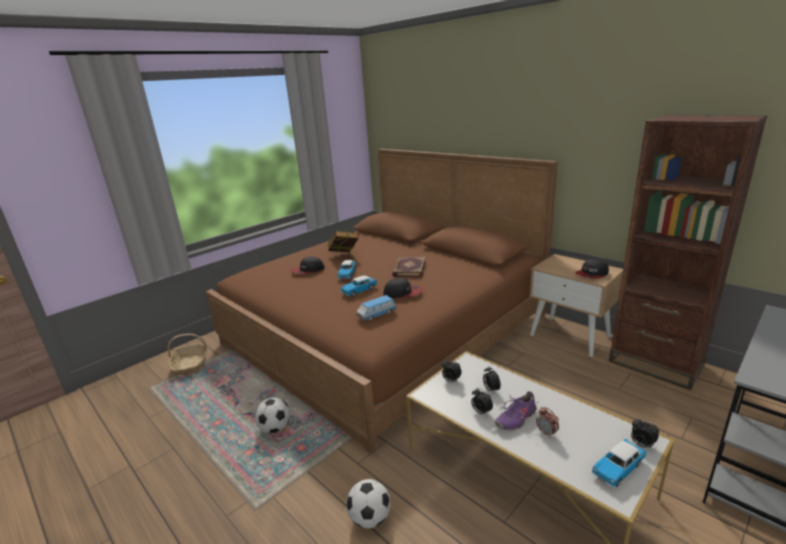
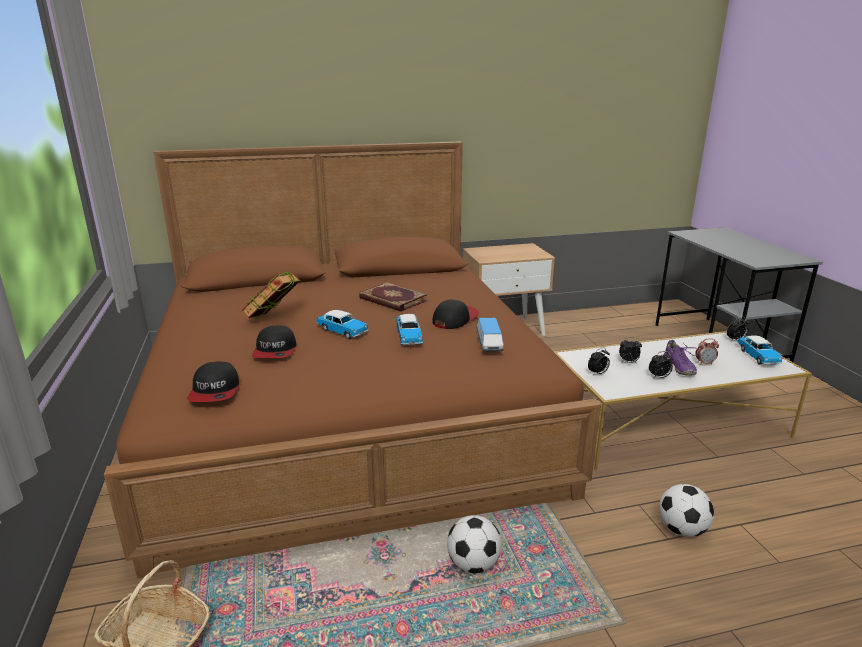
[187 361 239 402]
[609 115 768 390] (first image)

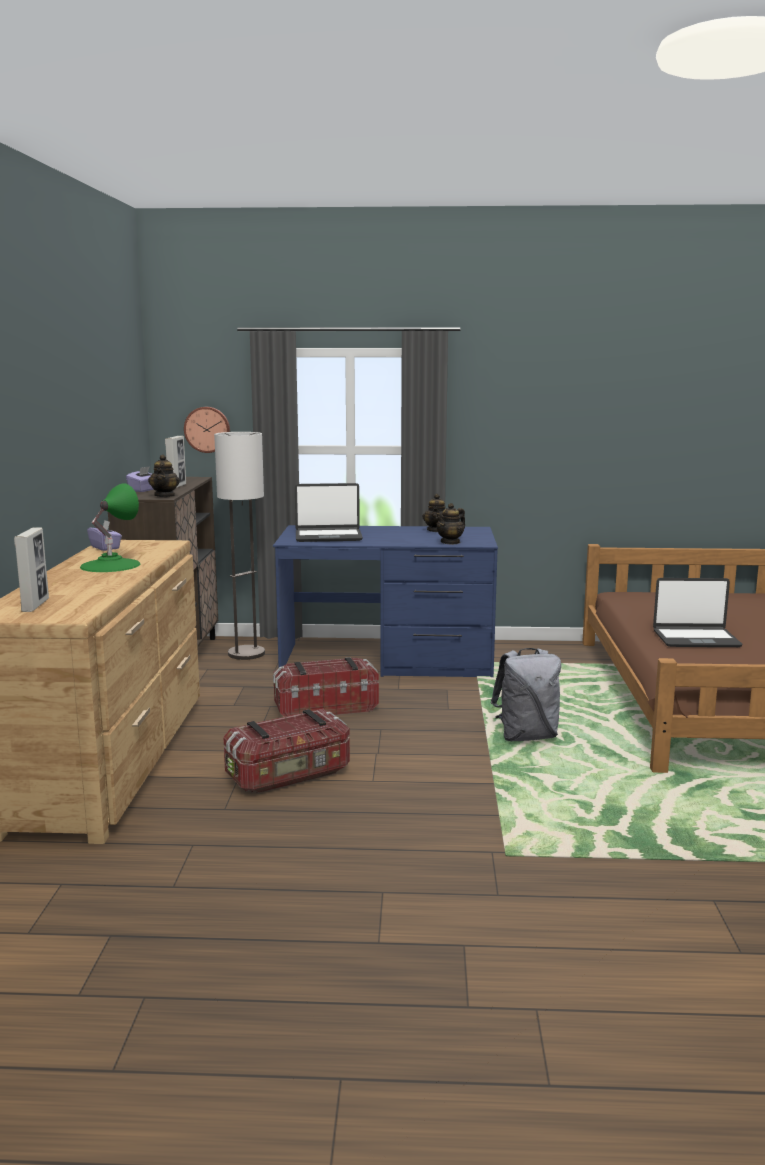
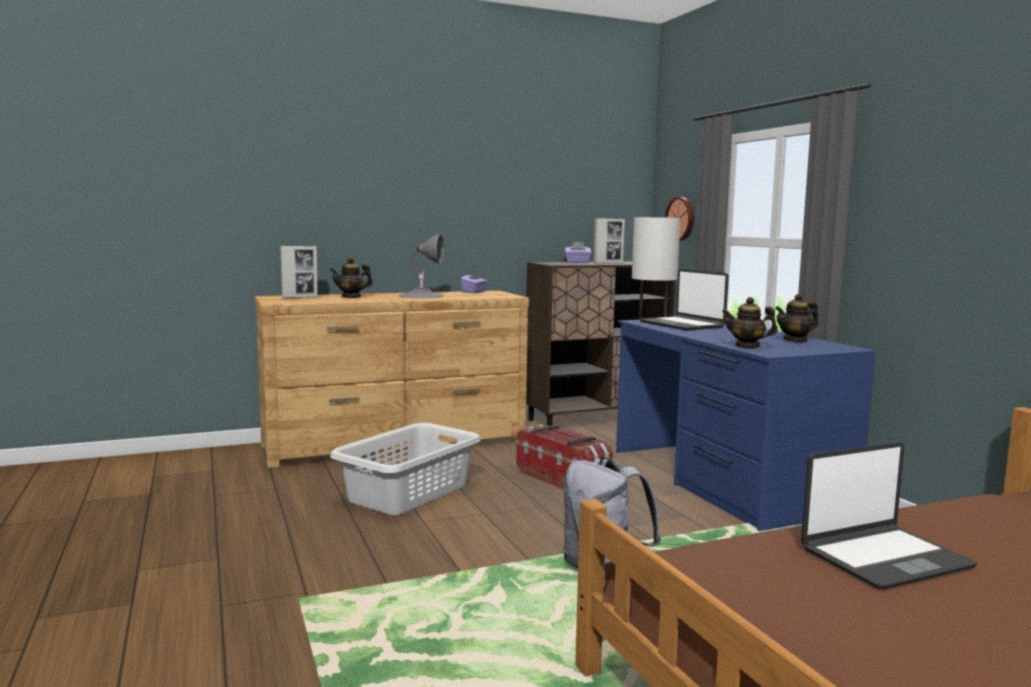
[399 234 444 298]
[330 257 373 298]
[330 423 481 515]
[801 442 977 590]

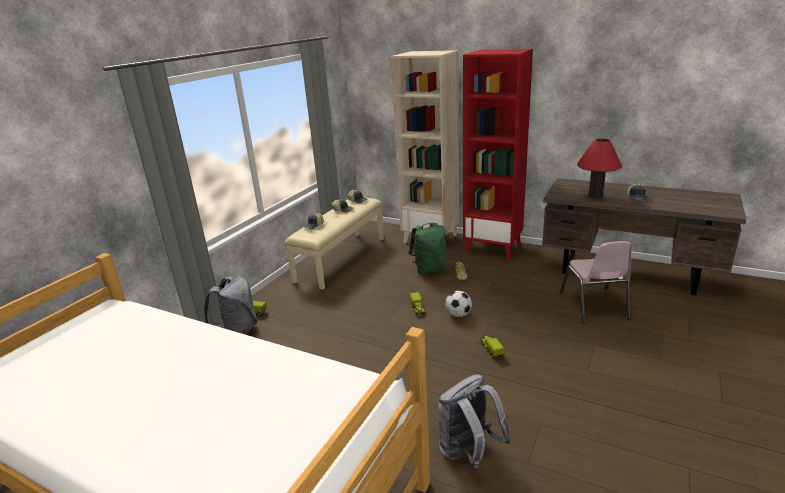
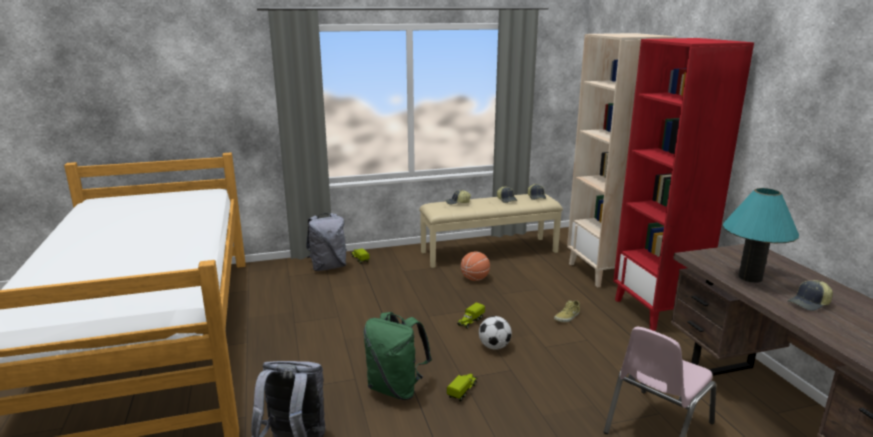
[364 312 432 400]
[723 188 799 283]
[461 251 490 281]

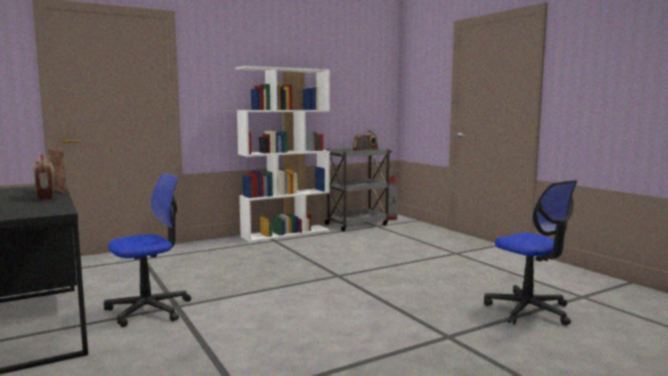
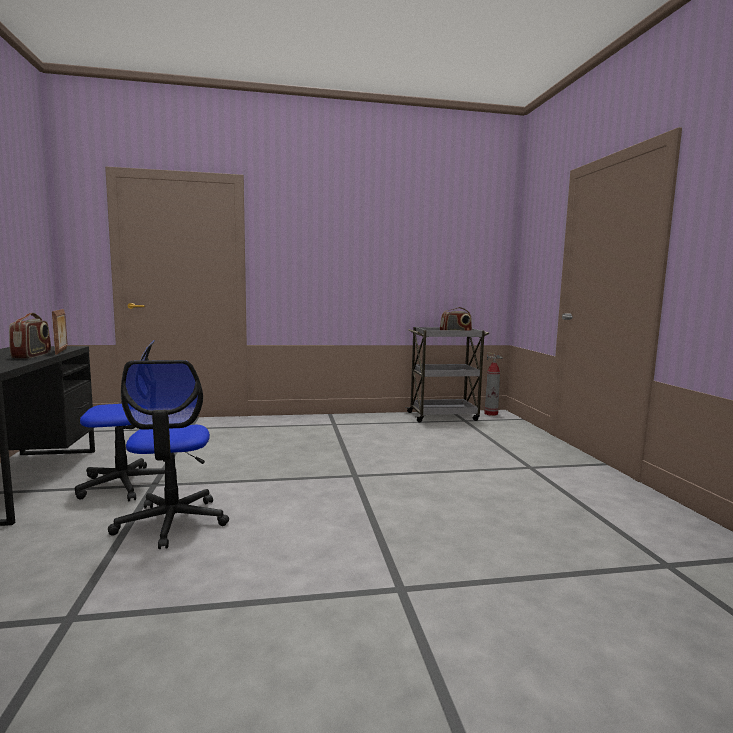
[236 66 330 242] (first image)
[108 360 229 549]

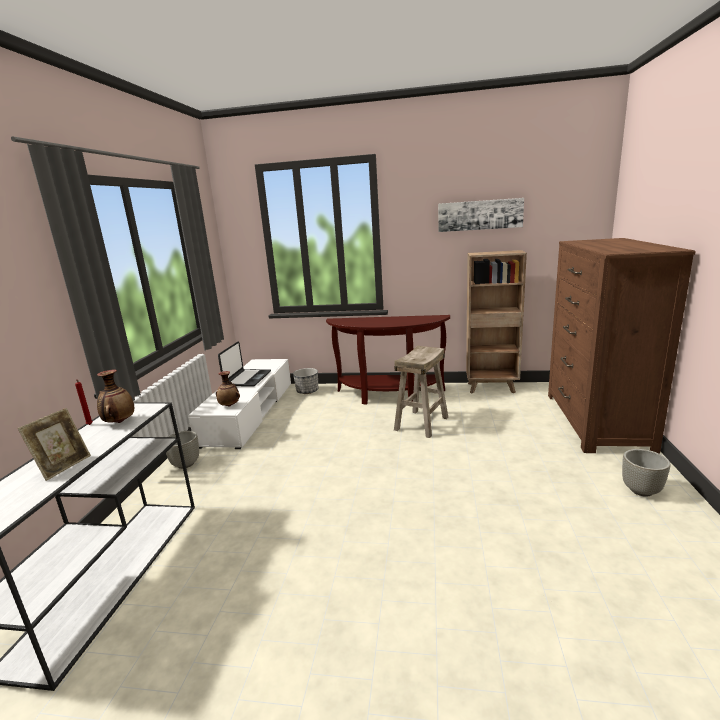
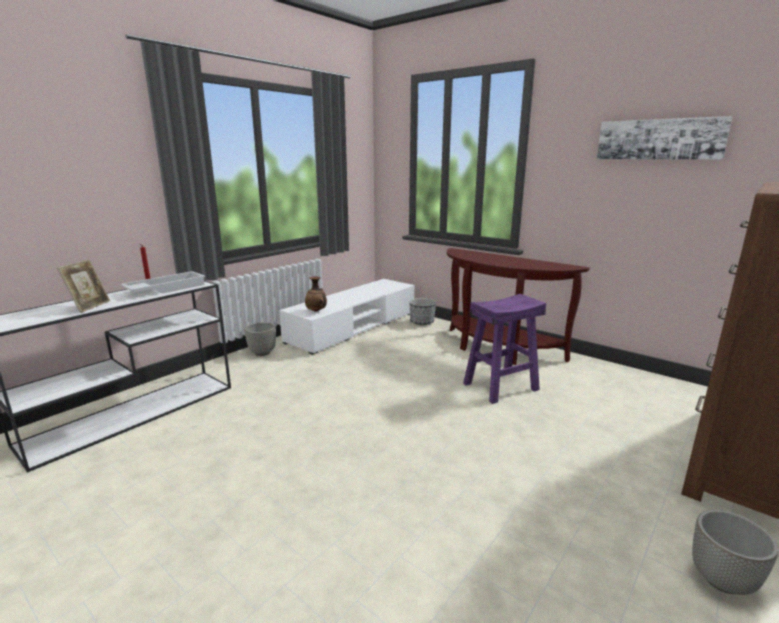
[57 259 110 313]
[121 271 206 294]
[218 341 271 387] (first image)
[463 294 546 404]
[466 250 527 393] (first image)

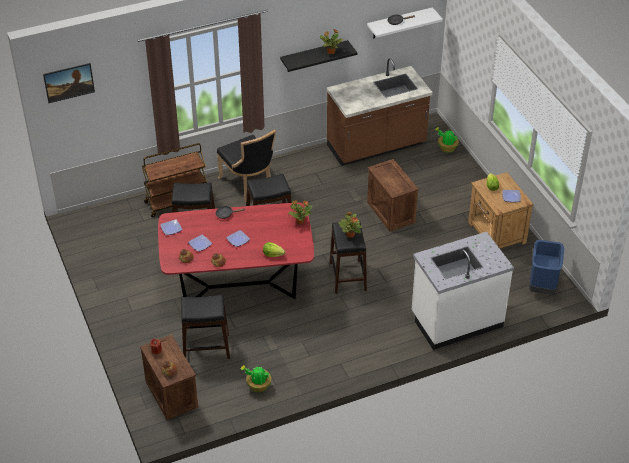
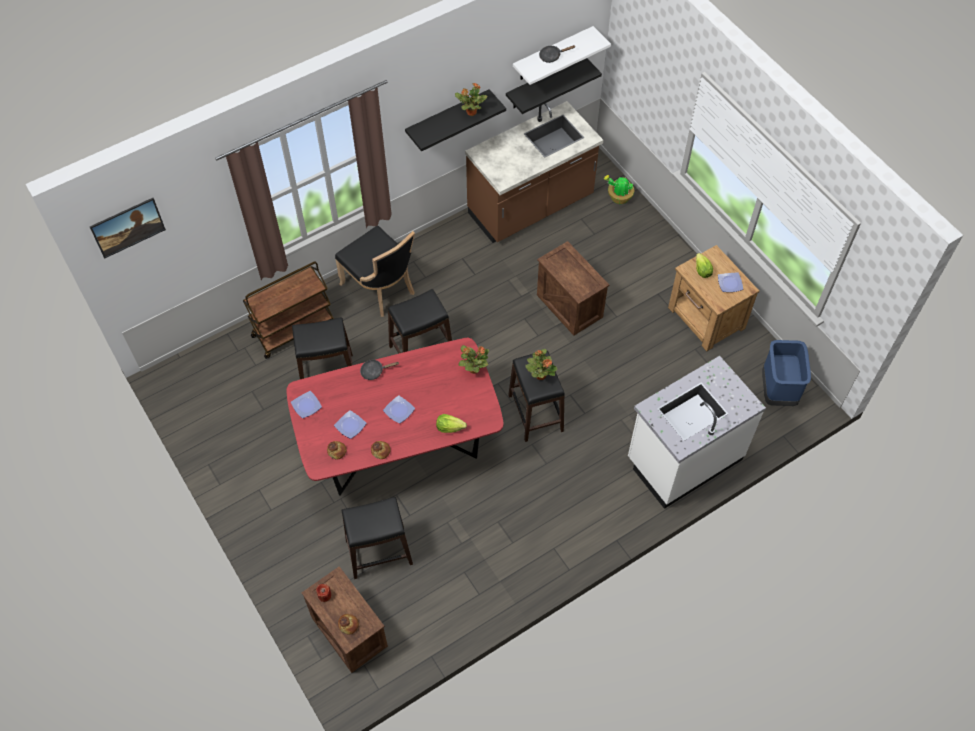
[241 365 271 392] (first image)
[506 58 602 114]

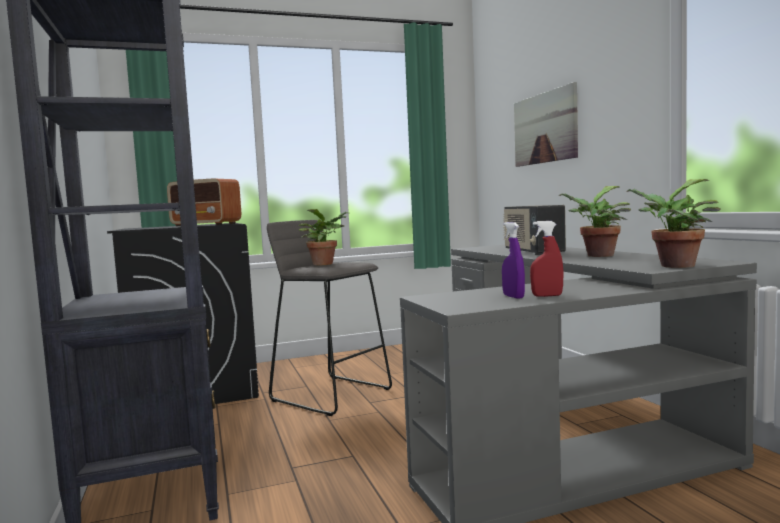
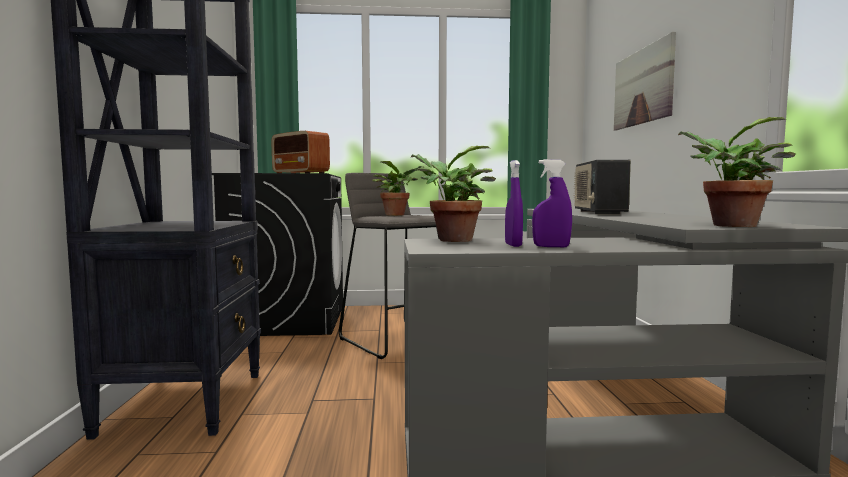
[532 159 572 247]
[411 146 496 242]

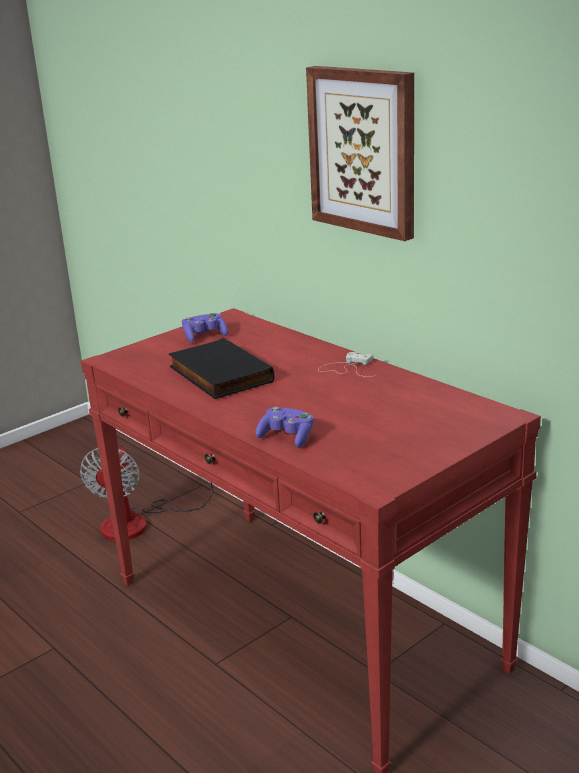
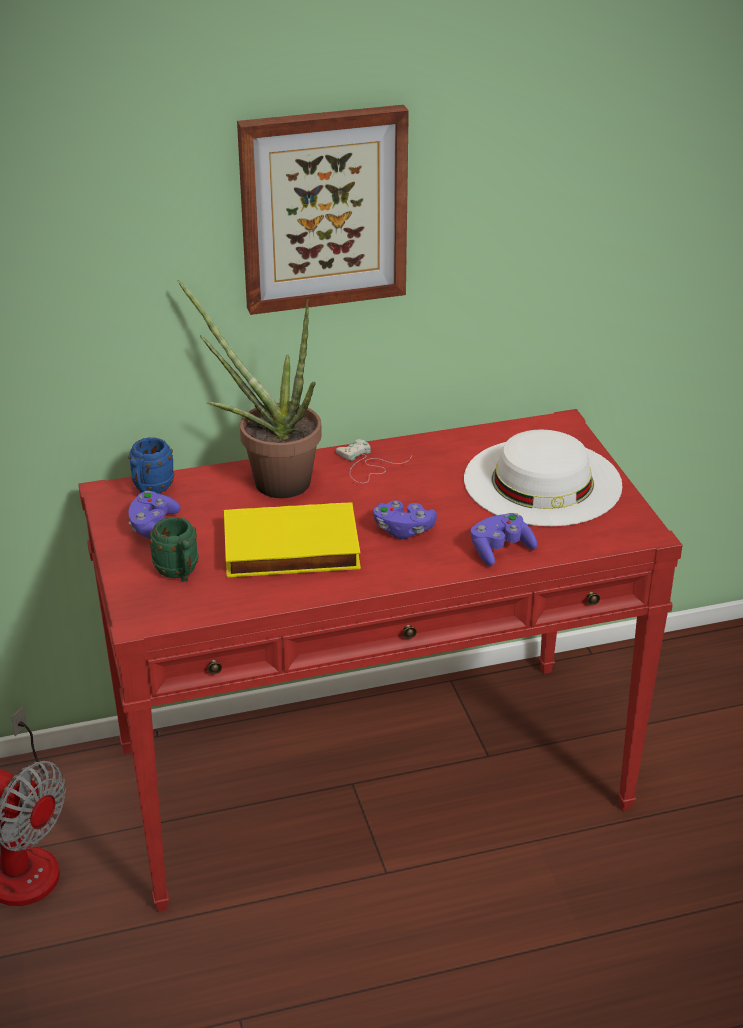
[224 502 361 577]
[128 437 175 494]
[149 517 199 582]
[178 280 322 498]
[373 500 437 539]
[464 430 623 526]

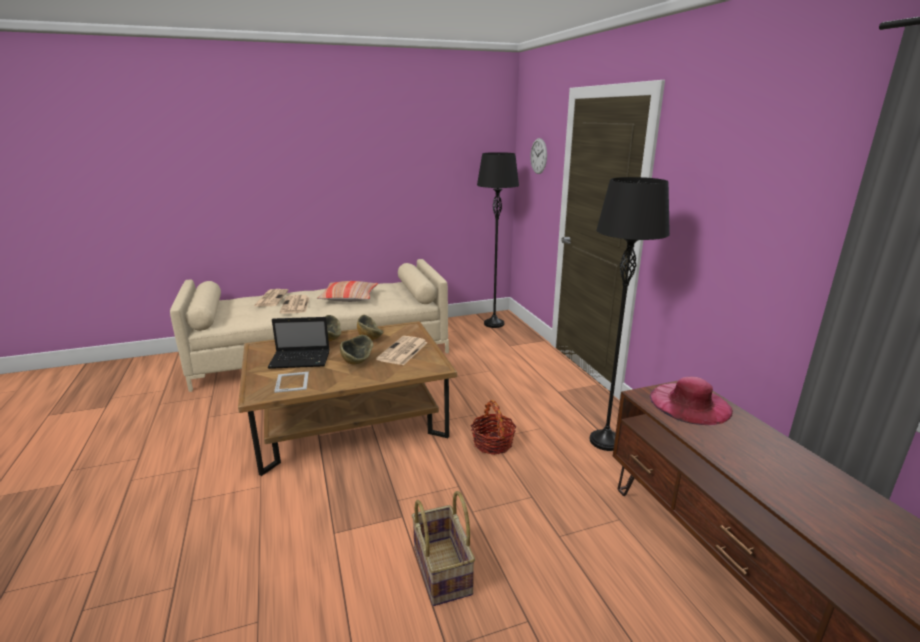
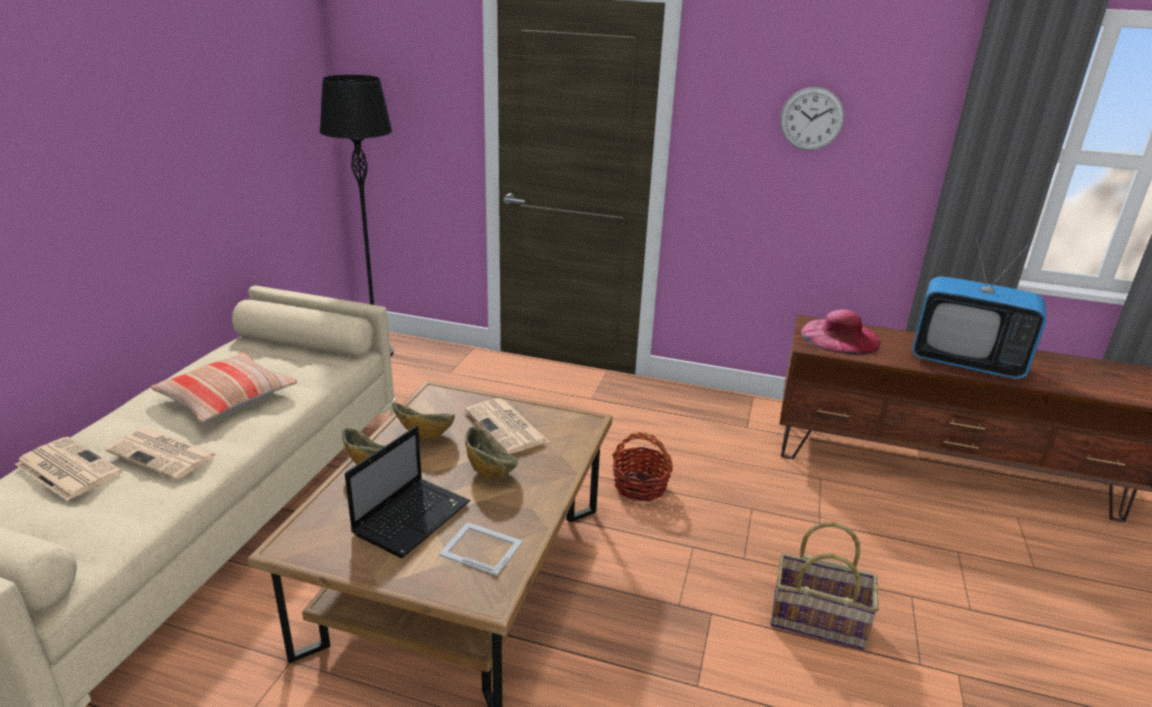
[780 87 844 150]
[590 177 670 451] (first image)
[912 235 1047 379]

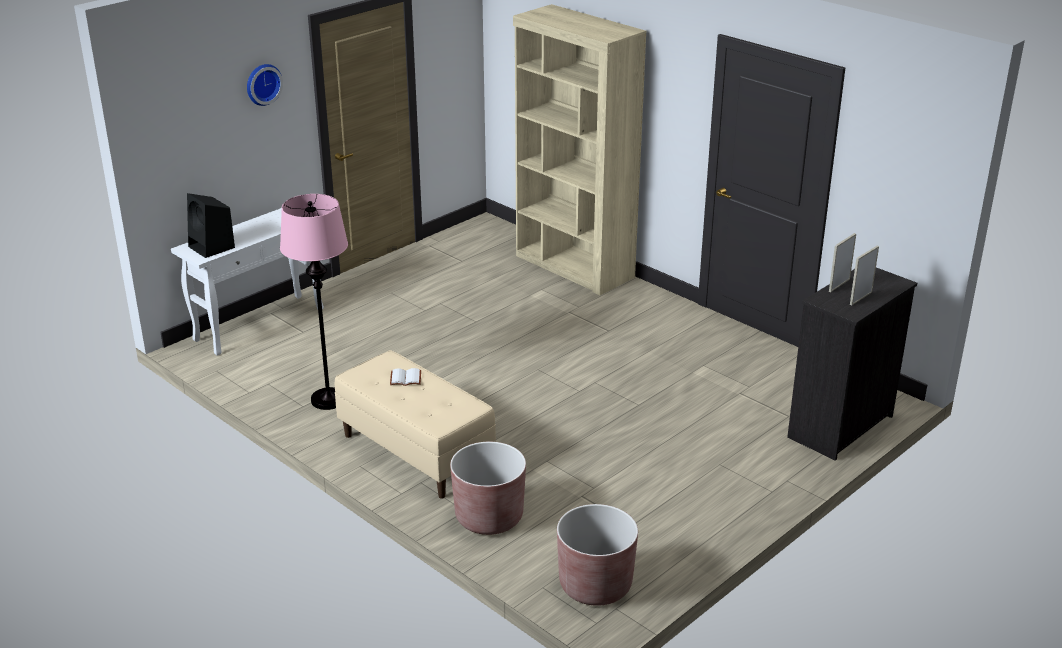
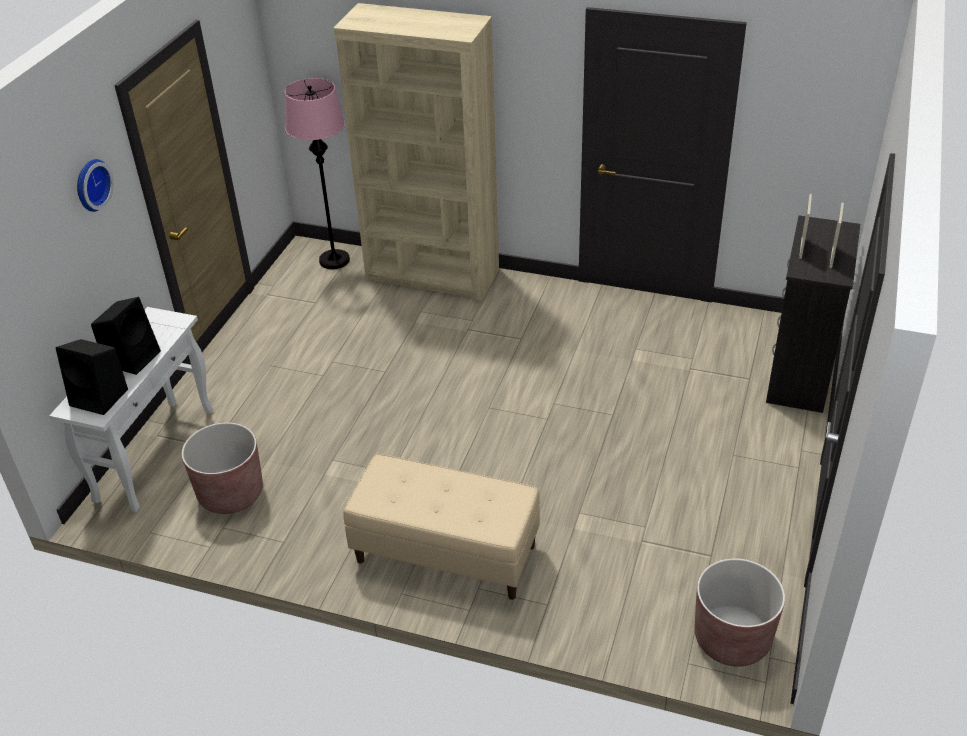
[285 78 350 269]
[390 368 421 386] (first image)
[182 422 263 514]
[91 297 161 375]

